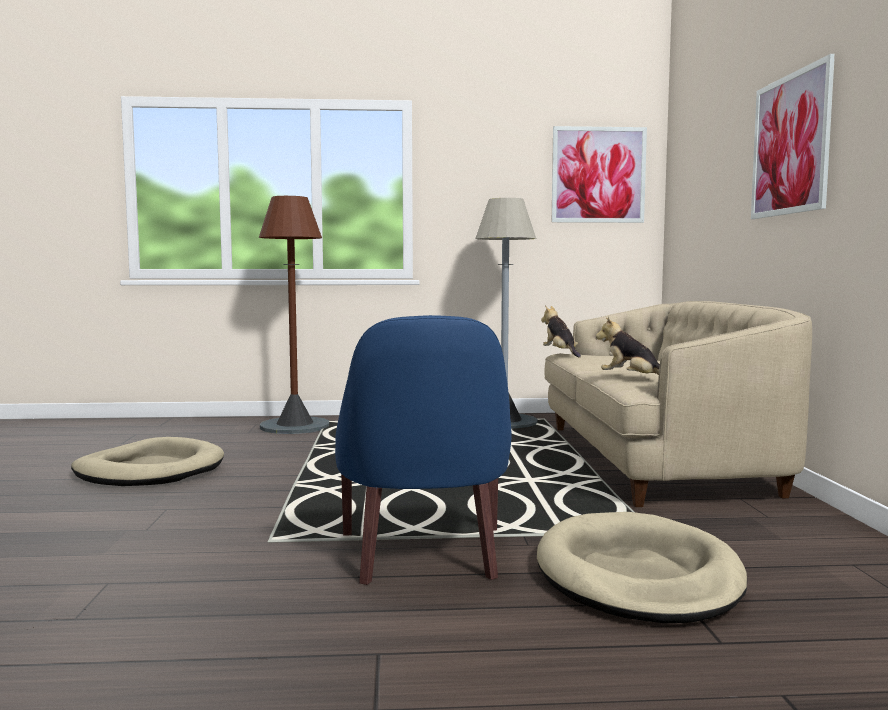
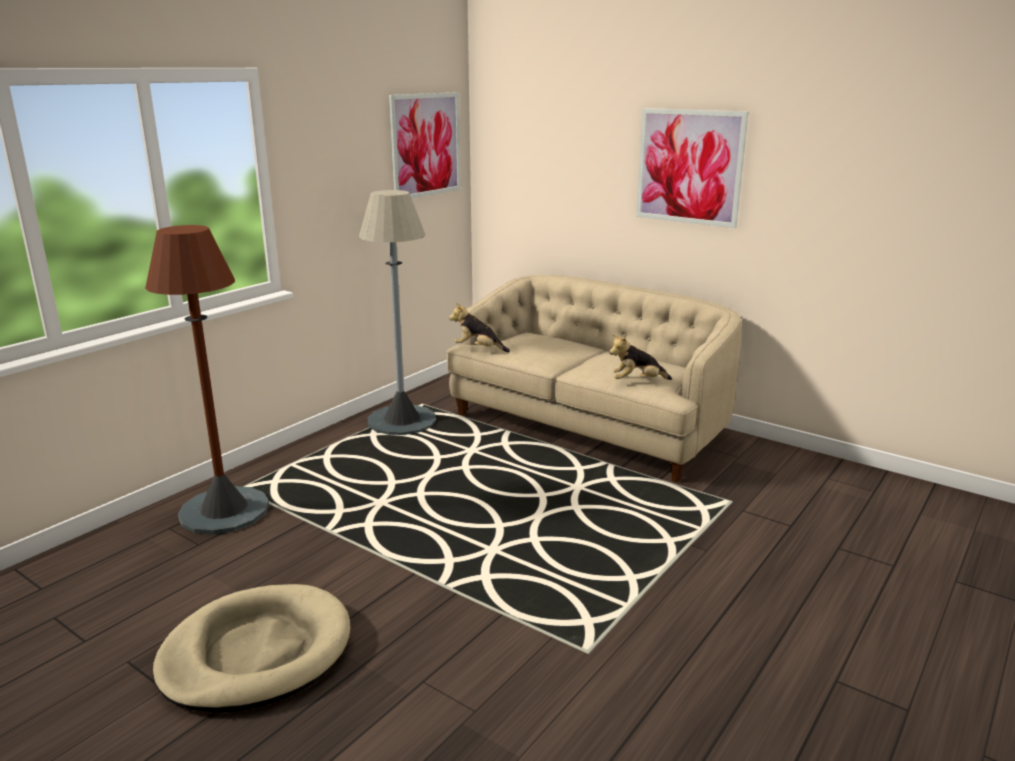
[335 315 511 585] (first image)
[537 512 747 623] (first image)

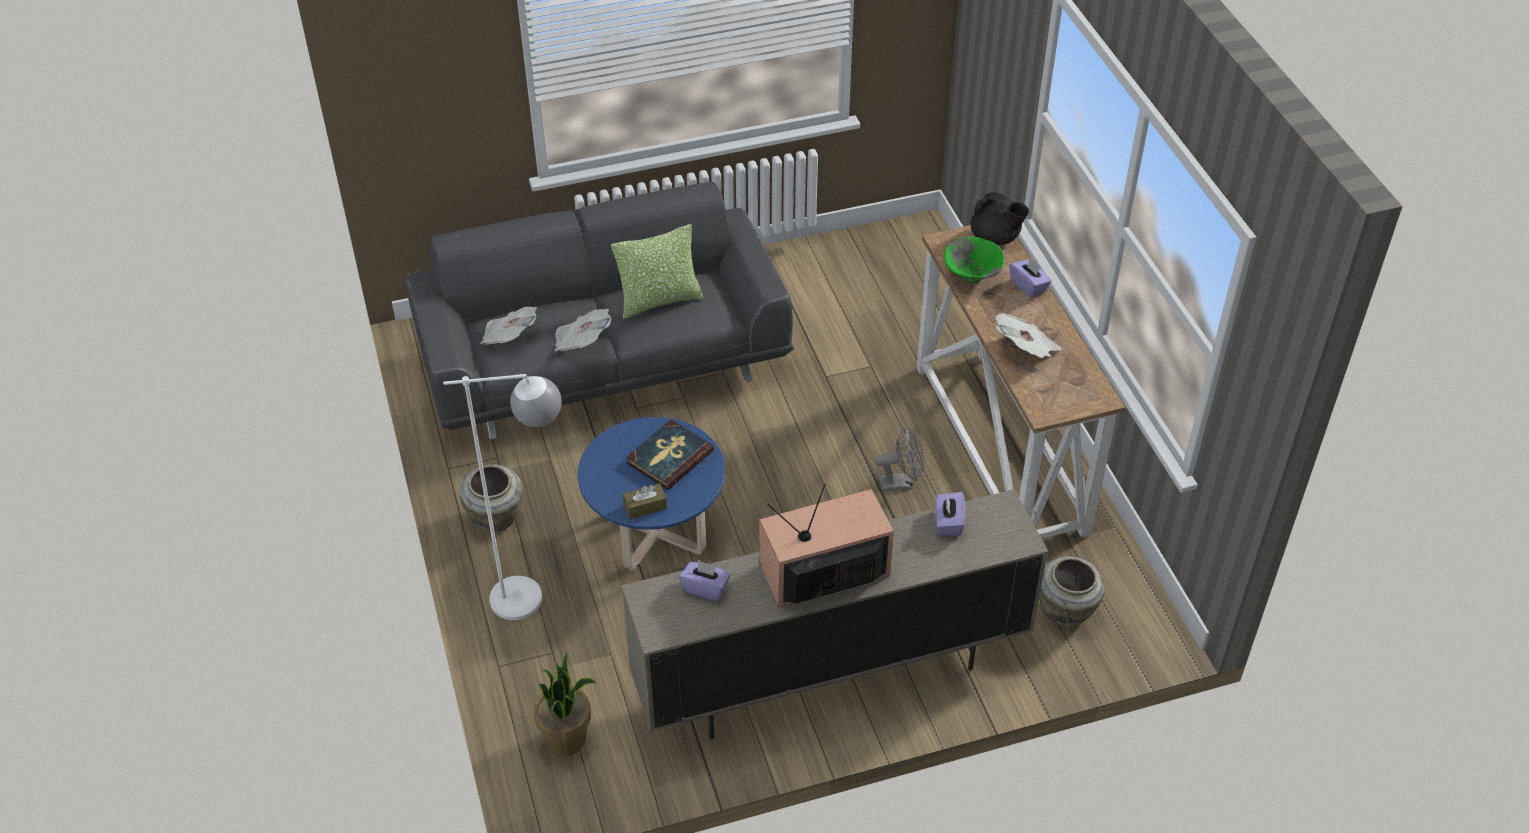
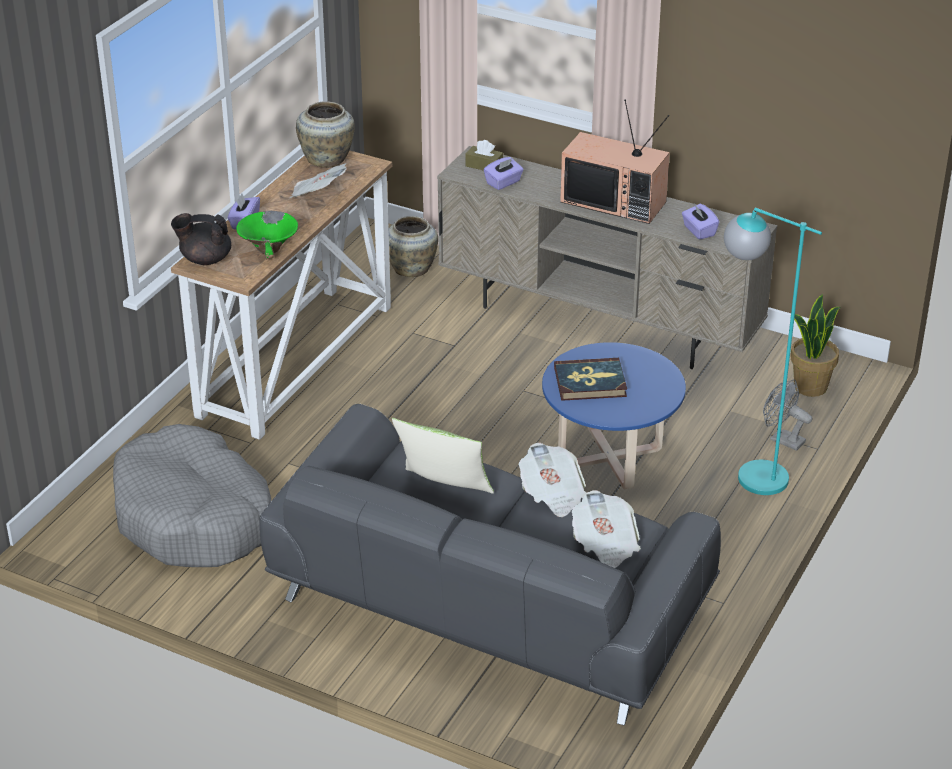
[724 207 822 495]
[296 101 355 168]
[465 140 503 171]
[763 380 812 451]
[171 213 231 265]
[113 424 271 567]

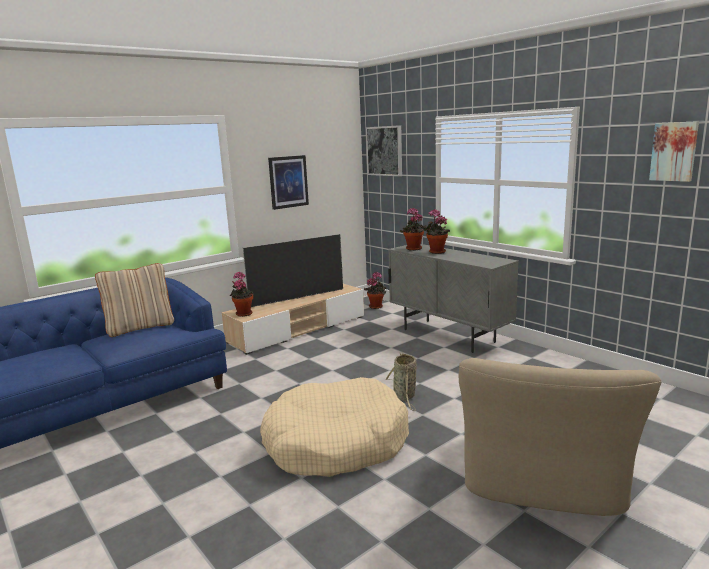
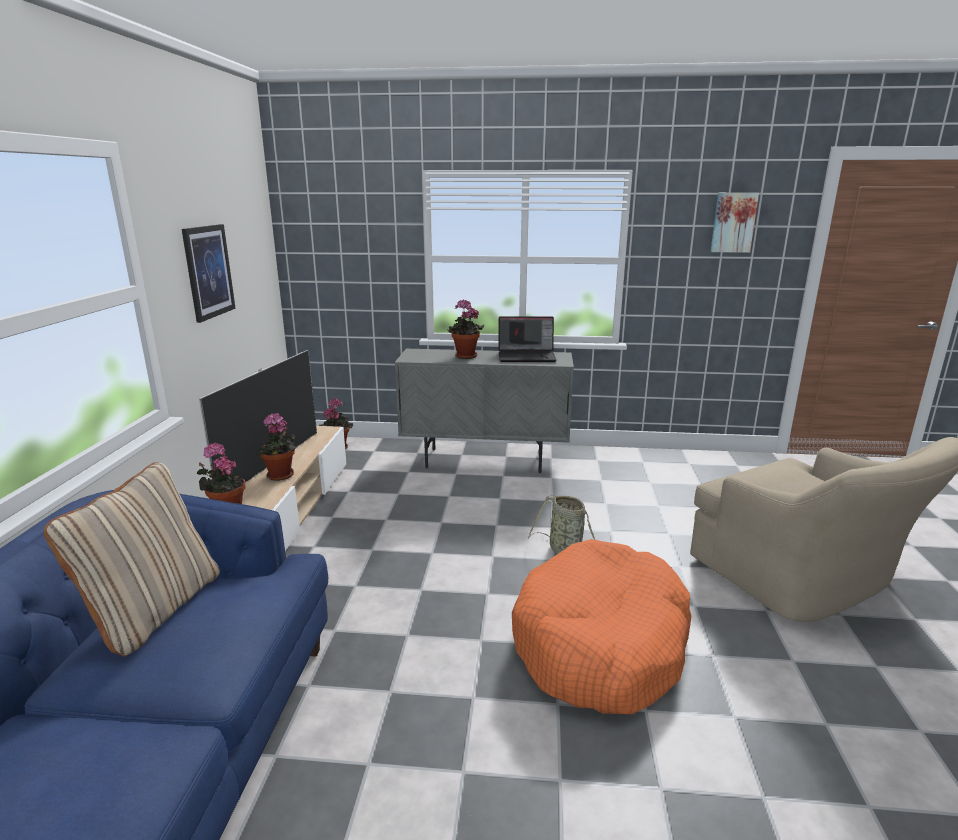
[512 539 691 714]
[366 125 402 176] (first image)
[256 413 296 481]
[498 316 557 362]

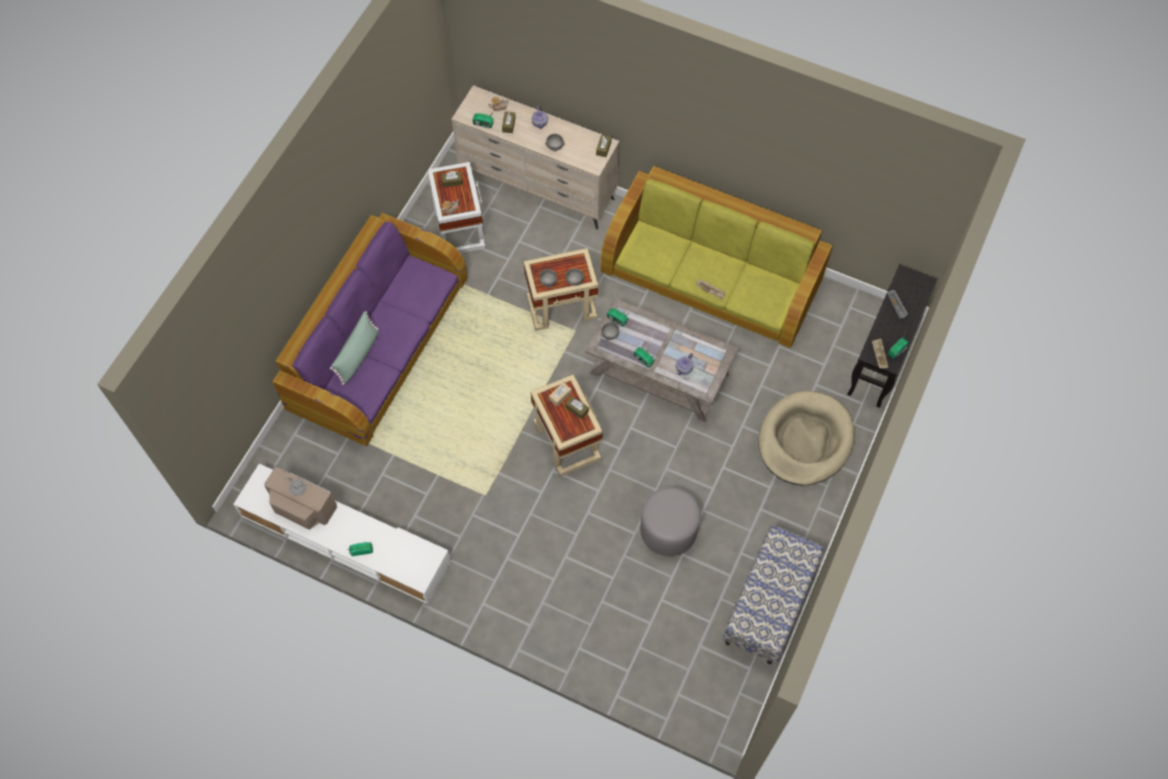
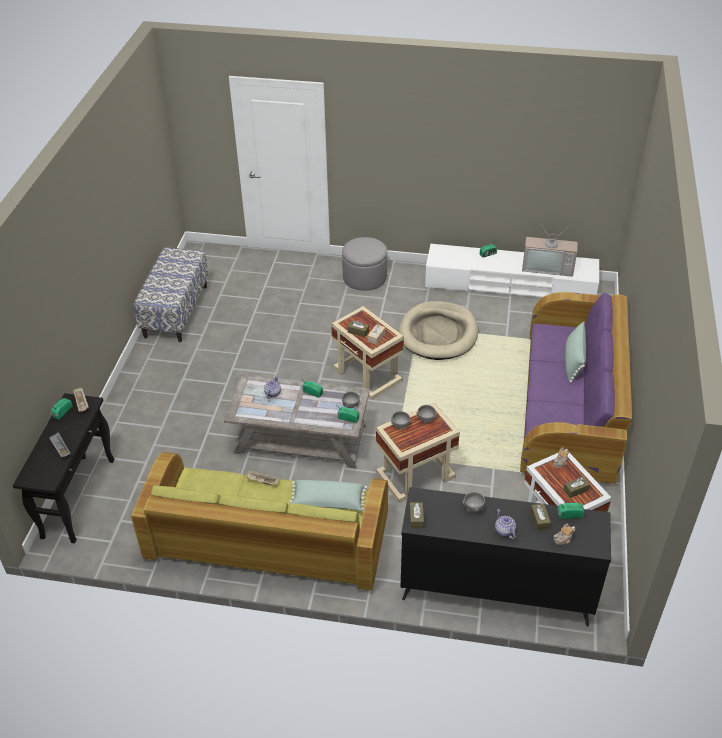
[400 487 611 626]
[342 237 387 291]
[399 301 478 360]
[288 480 367 511]

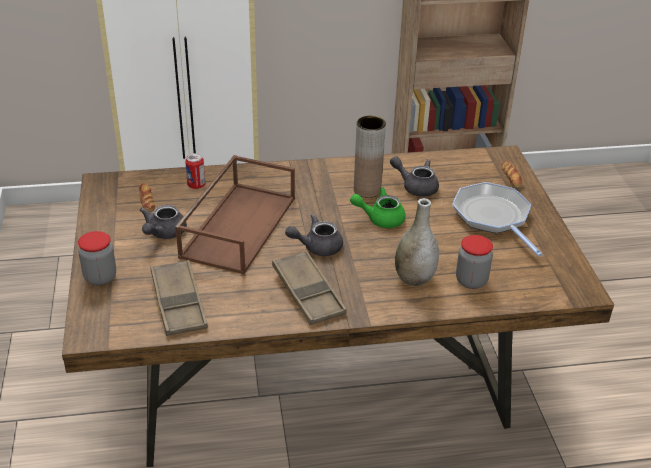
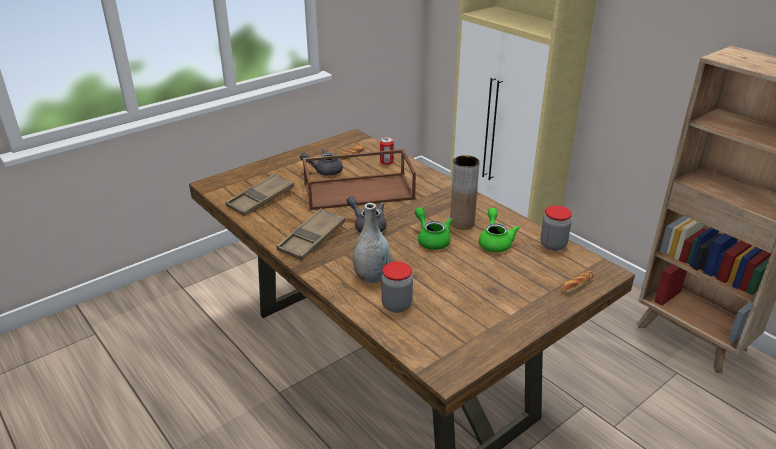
[540 206 572 251]
[479 208 520 252]
[452 182 543 256] (first image)

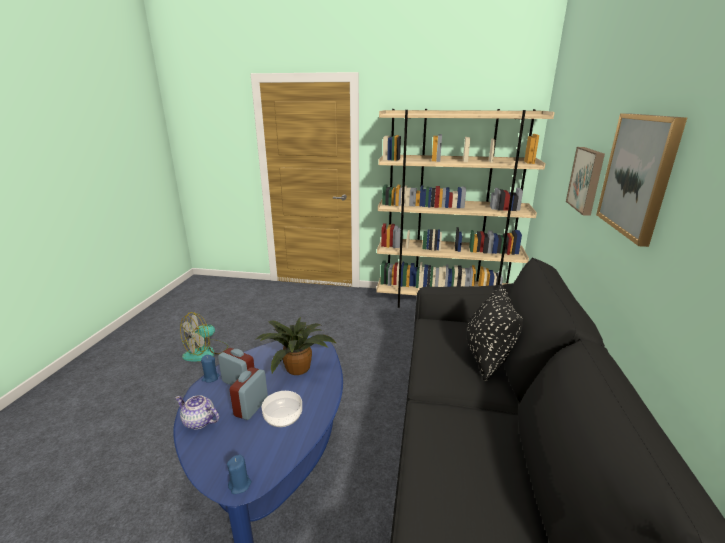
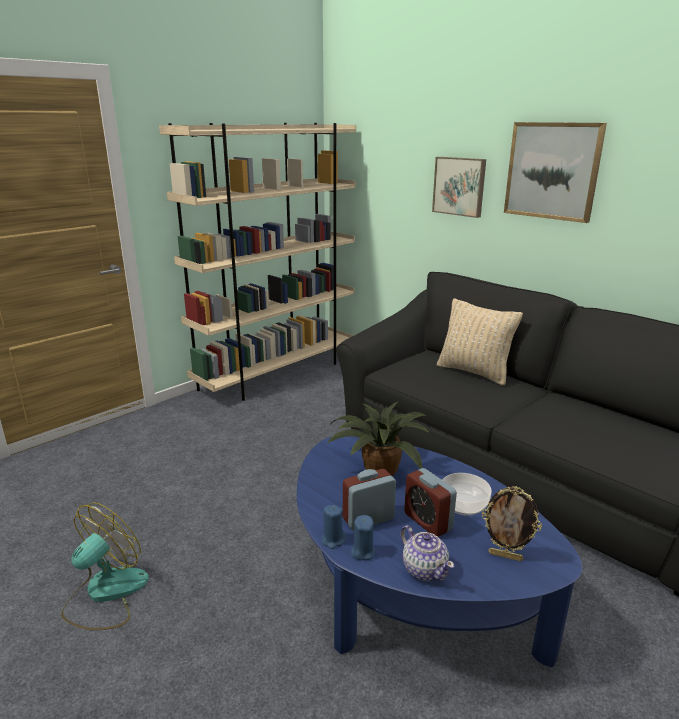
[400 525 454 581]
[61 502 149 630]
[351 515 375 560]
[437 298 523 385]
[482 486 542 561]

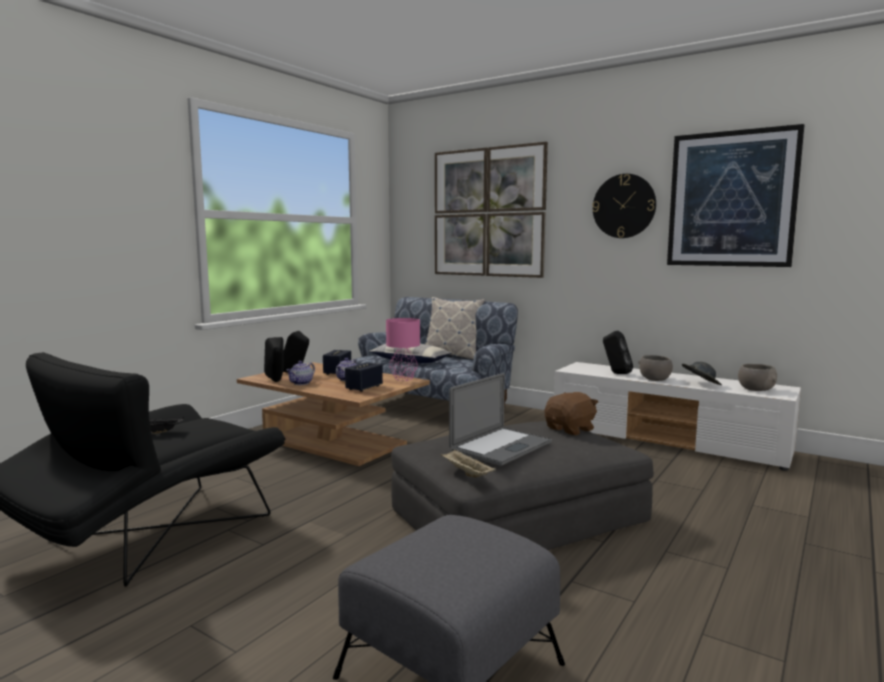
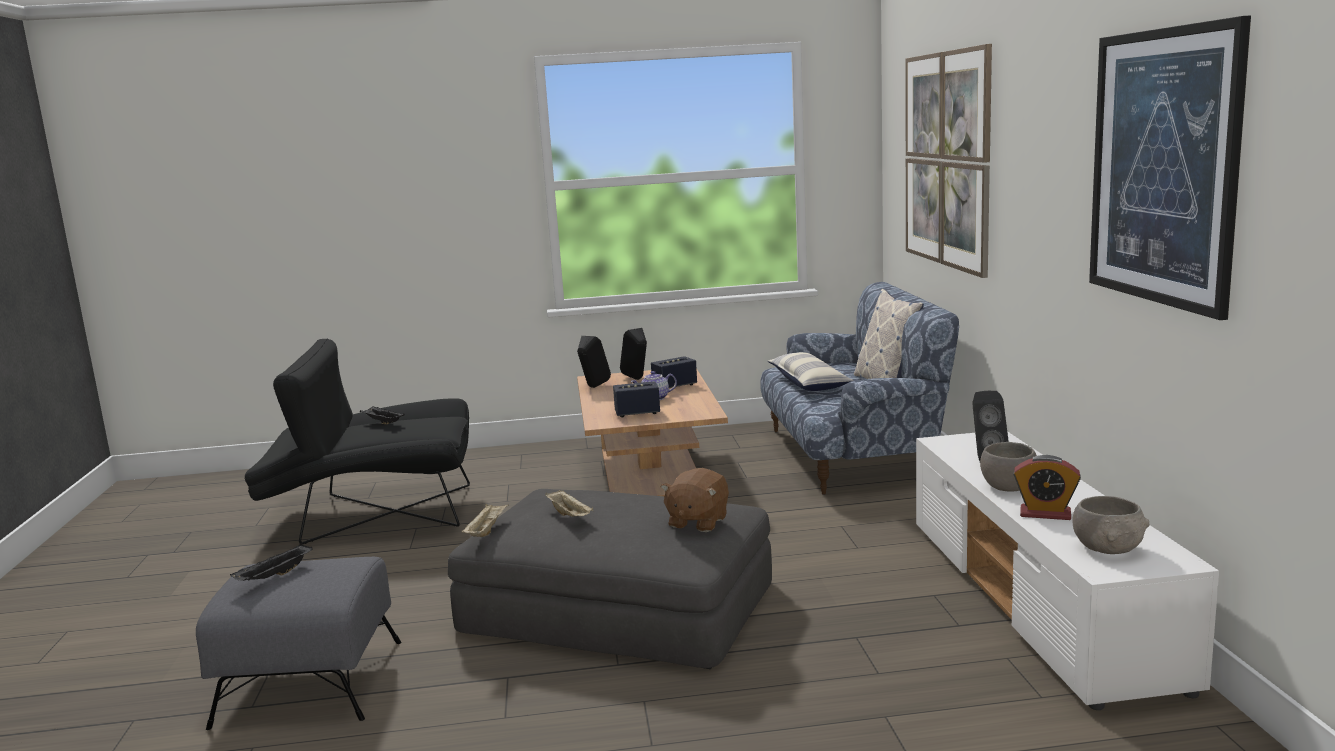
[286 361 315 385] (first image)
[386 318 420 381] (first image)
[545 490 593 517]
[660 468 729 532]
[592 174 656 238] (first image)
[1014 455 1081 520]
[230 543 313 581]

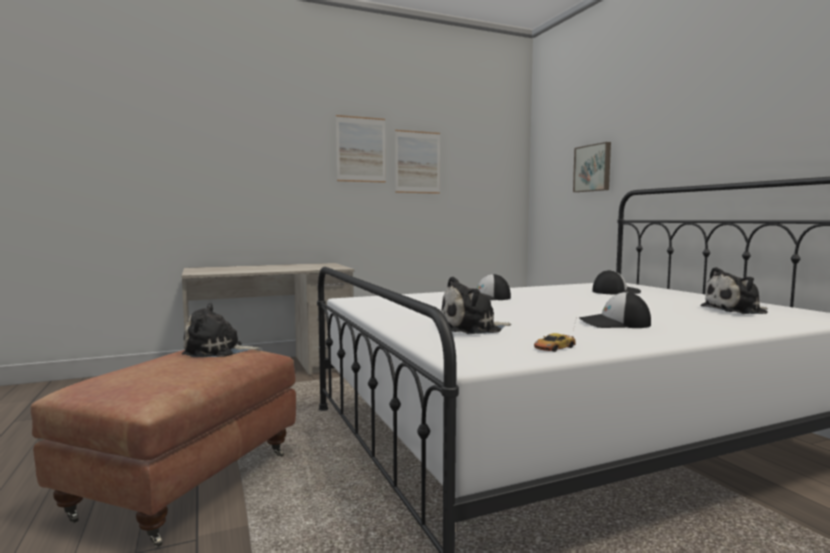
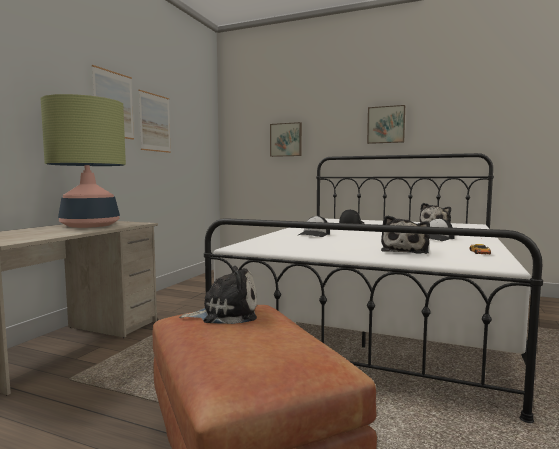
[179 266 257 324]
[41 94 126 228]
[367 105 405 144]

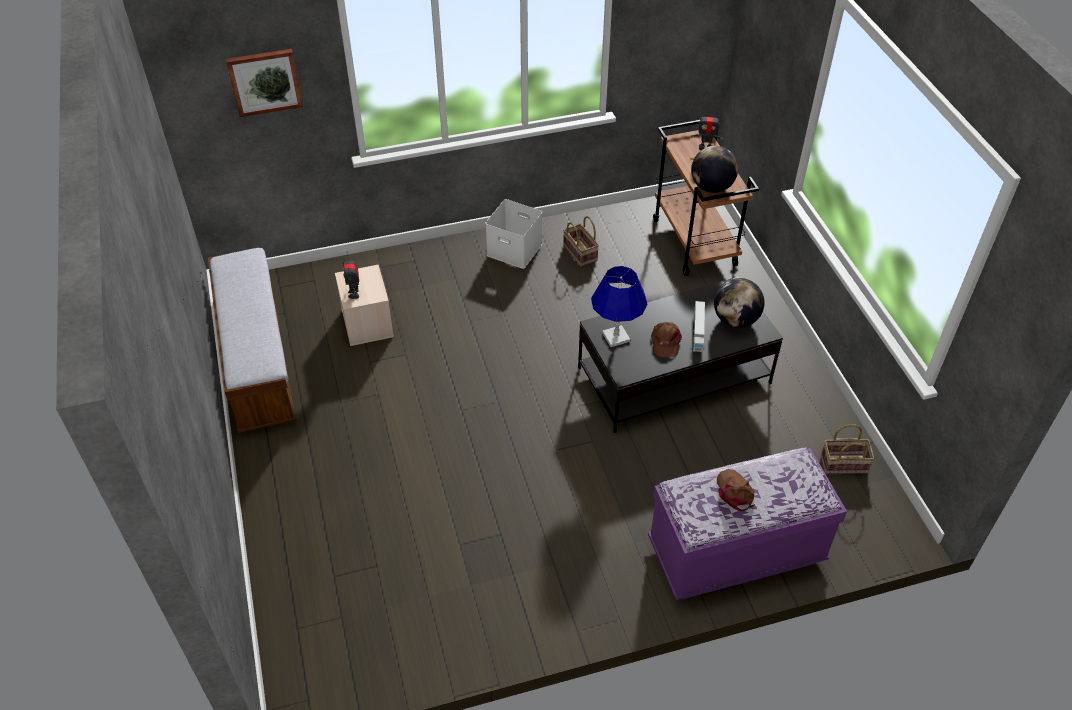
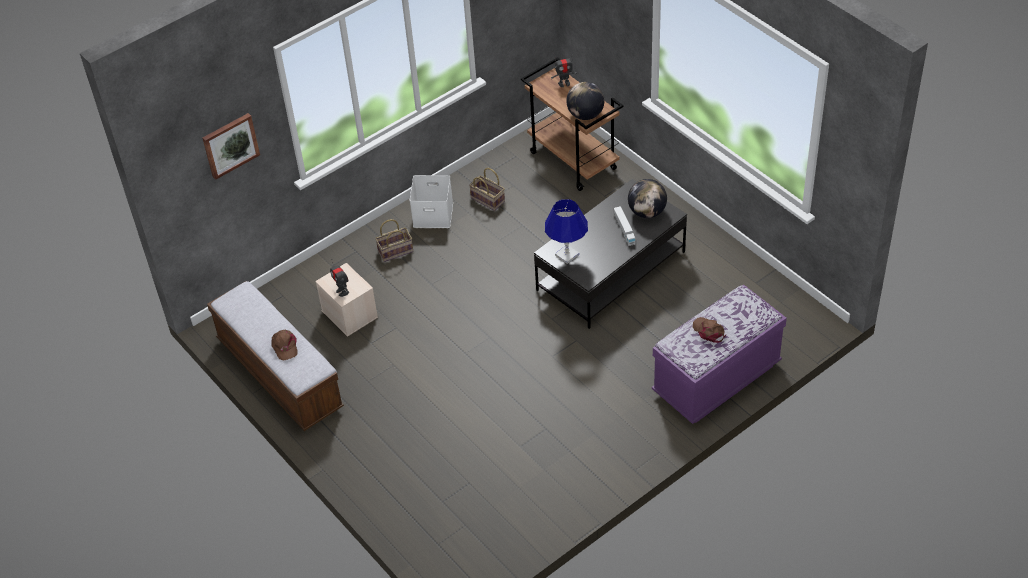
[271 330 298 360]
[375 219 413 262]

